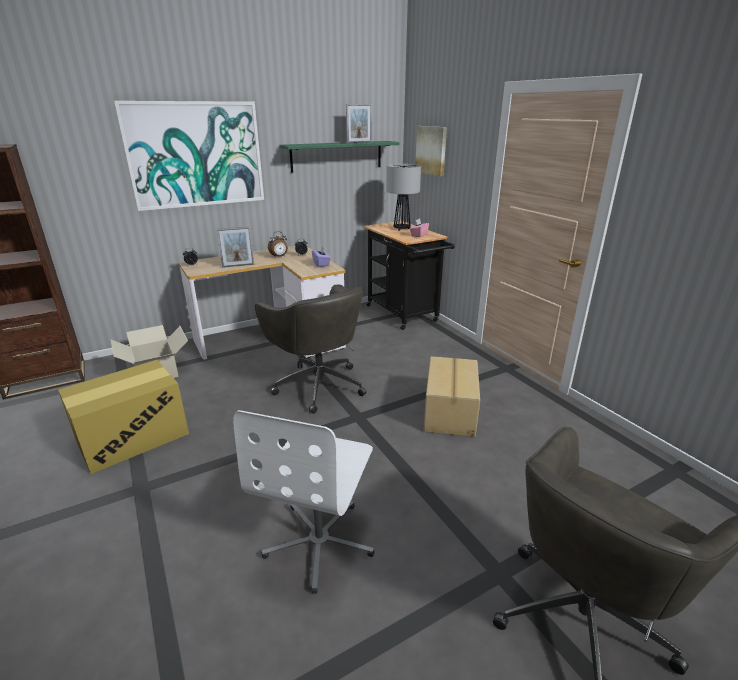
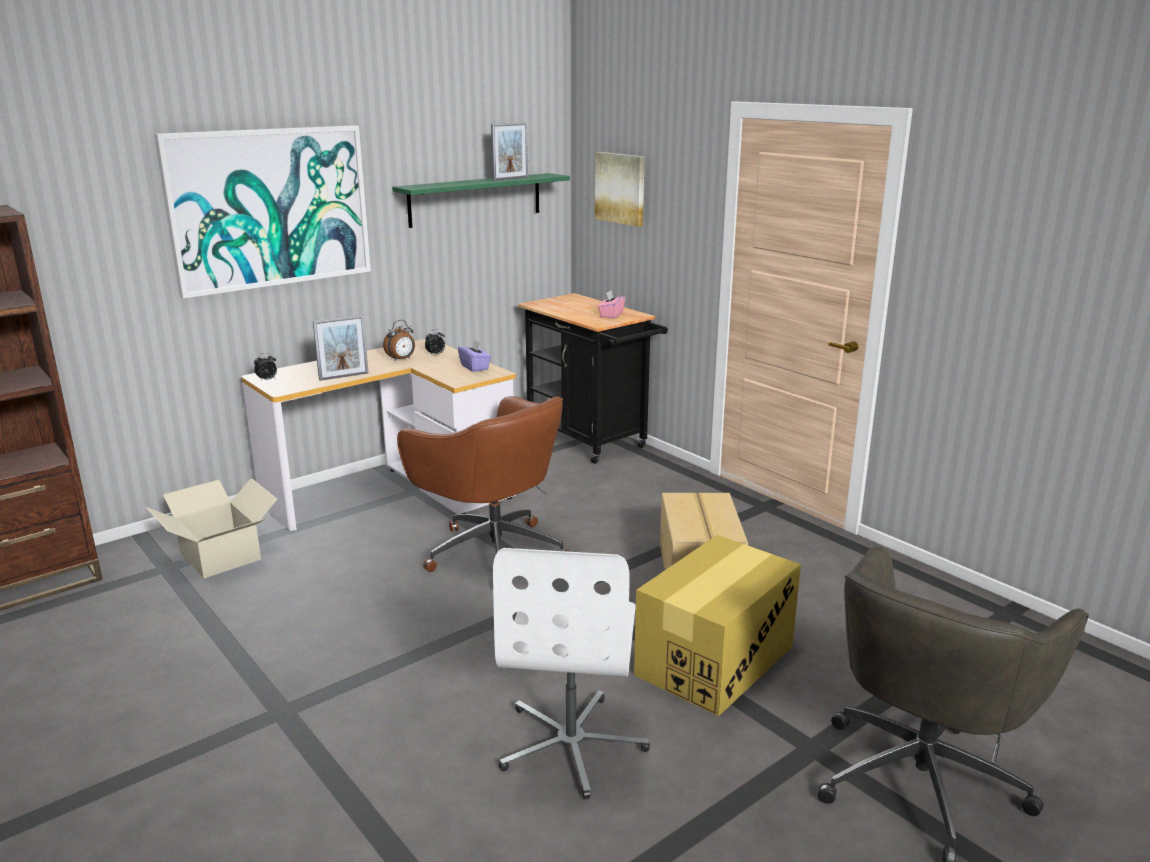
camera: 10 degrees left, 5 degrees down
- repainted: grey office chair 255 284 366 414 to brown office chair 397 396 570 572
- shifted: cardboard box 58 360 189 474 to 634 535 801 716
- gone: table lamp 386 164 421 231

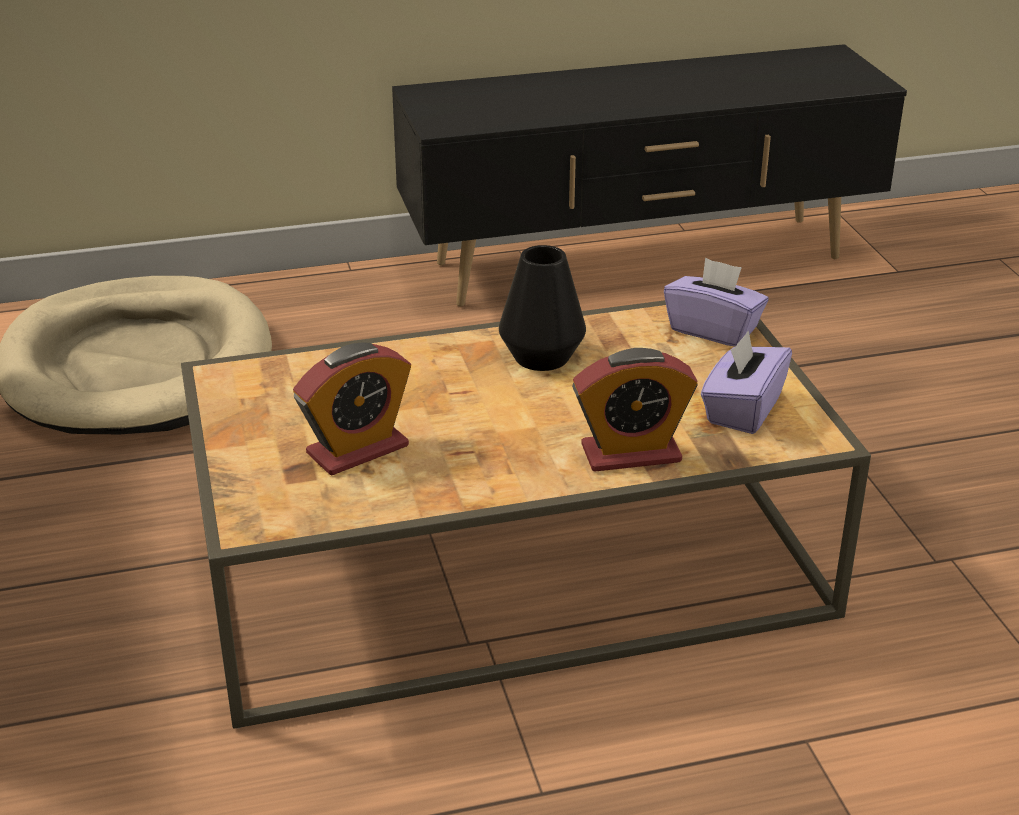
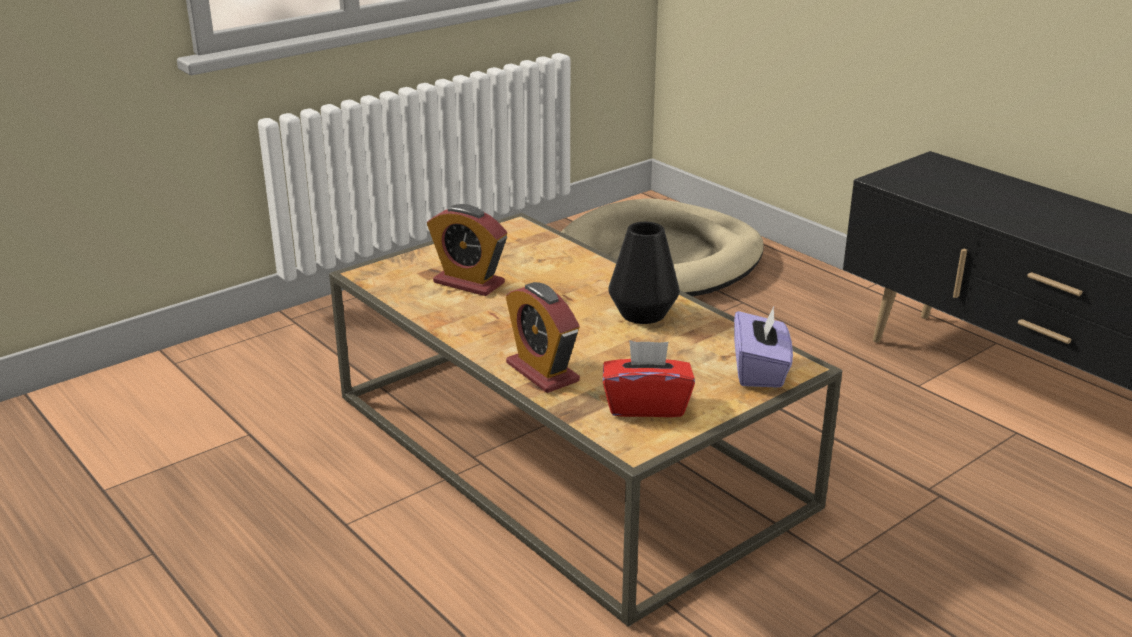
camera: 65 degrees right, 5 degrees down
- repainted: purple tissue box 701 330 792 434 to red tissue box 603 340 695 417

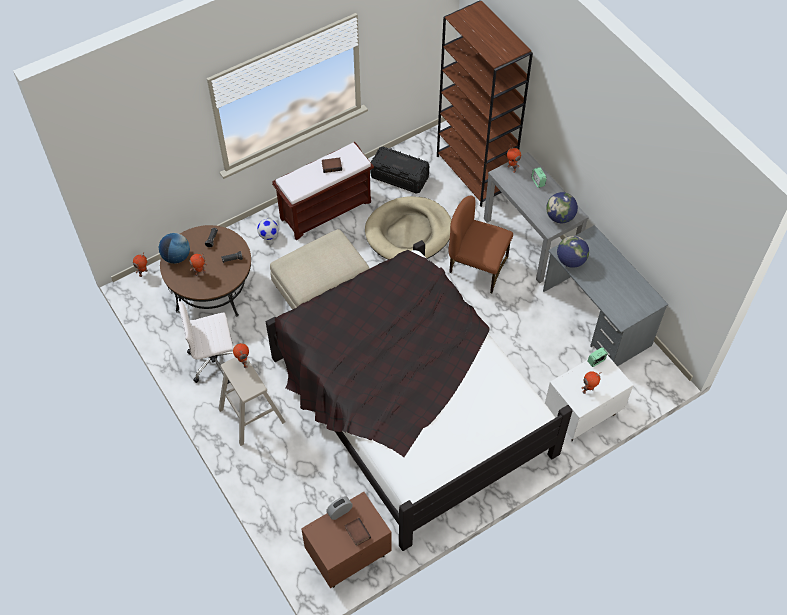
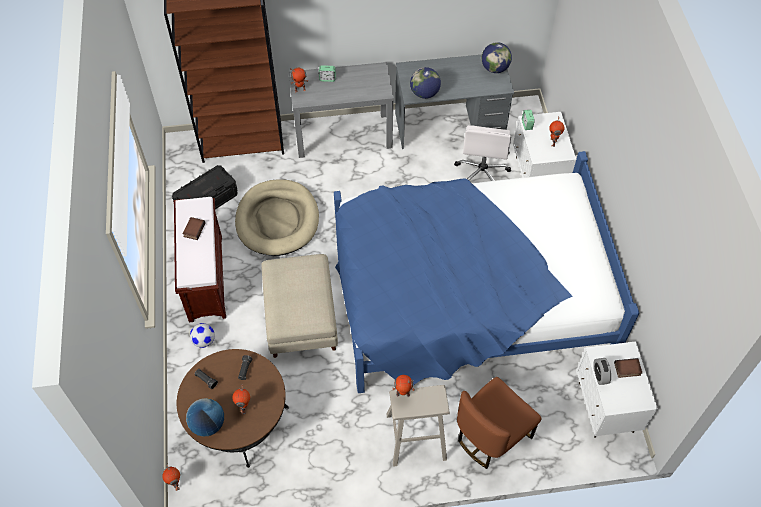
camera: 65 degrees left, 0 degrees up
- repainted: black bed 266 240 573 551 to blue bed 334 151 639 393
- shifted: white office chair 178 301 234 384 to 454 125 511 181
- shifted: brown chair 449 196 513 293 to 457 377 542 469
- shifted: globe 546 192 578 223 to 482 42 512 73
- repainted: brown nightstand 301 492 392 588 to white nightstand 576 341 658 438

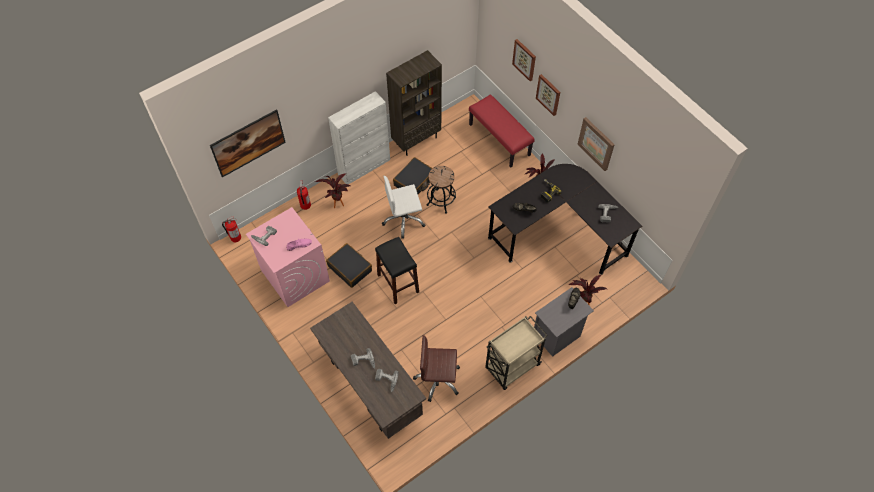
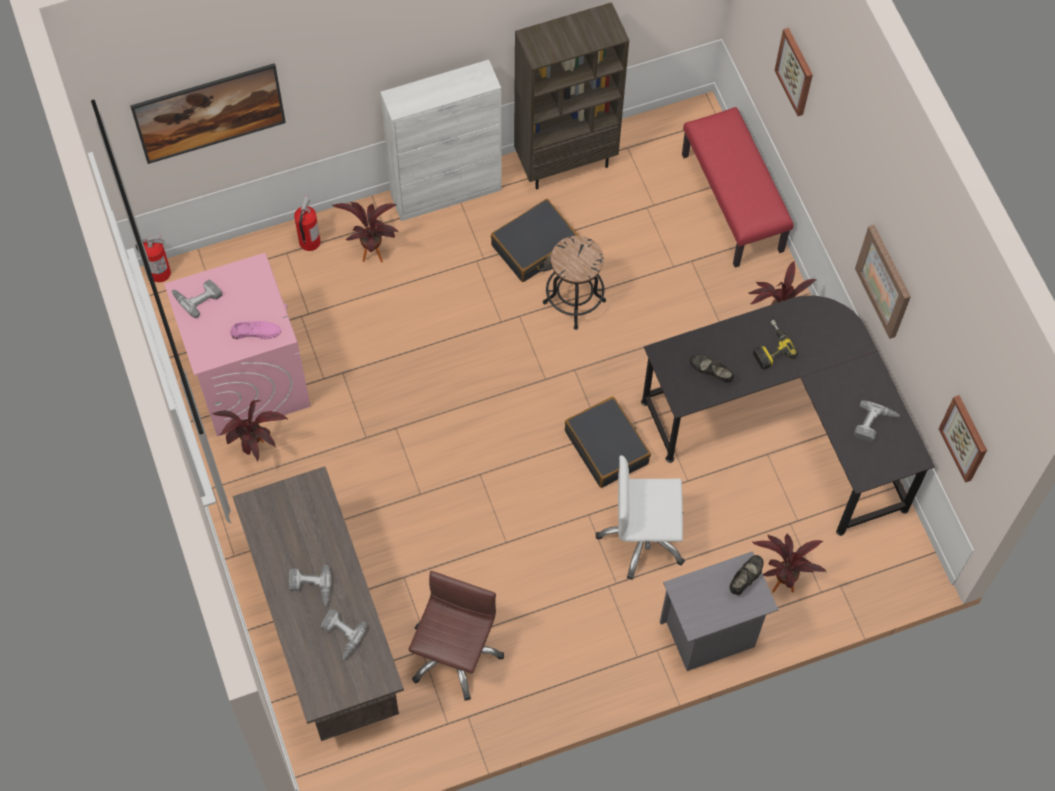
camera: 15 degrees right, 5 degrees up
- new: potted plant 212 400 287 462
- rotated: brown office chair 413 335 460 402 = 409 571 504 701 90 degrees clockwise
- shifted: black suitcase 326 243 372 288 to 565 396 651 488
- shifted: white office chair 382 176 426 238 to 596 455 685 580
- shifted: picture 536 74 560 116 to 939 395 987 483
- gone: black stool 375 237 419 304
- gone: beige cart 485 316 548 390

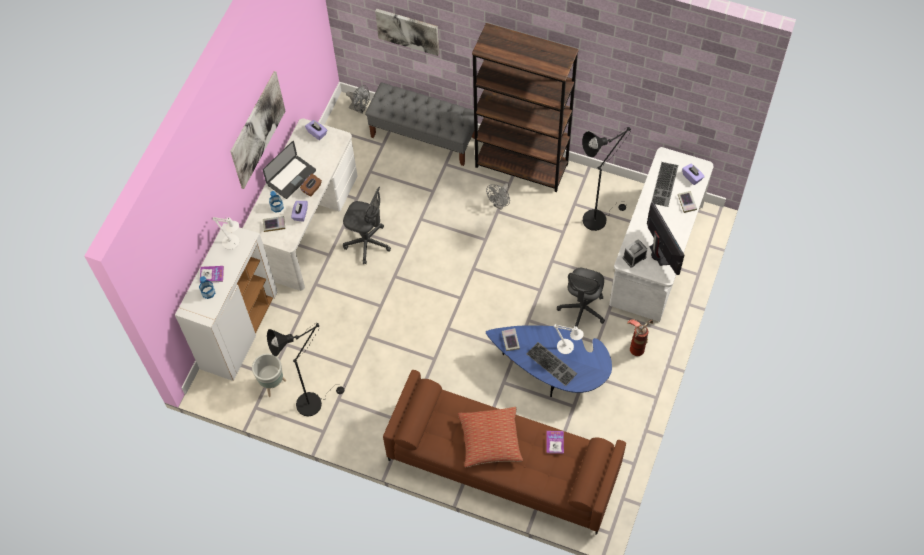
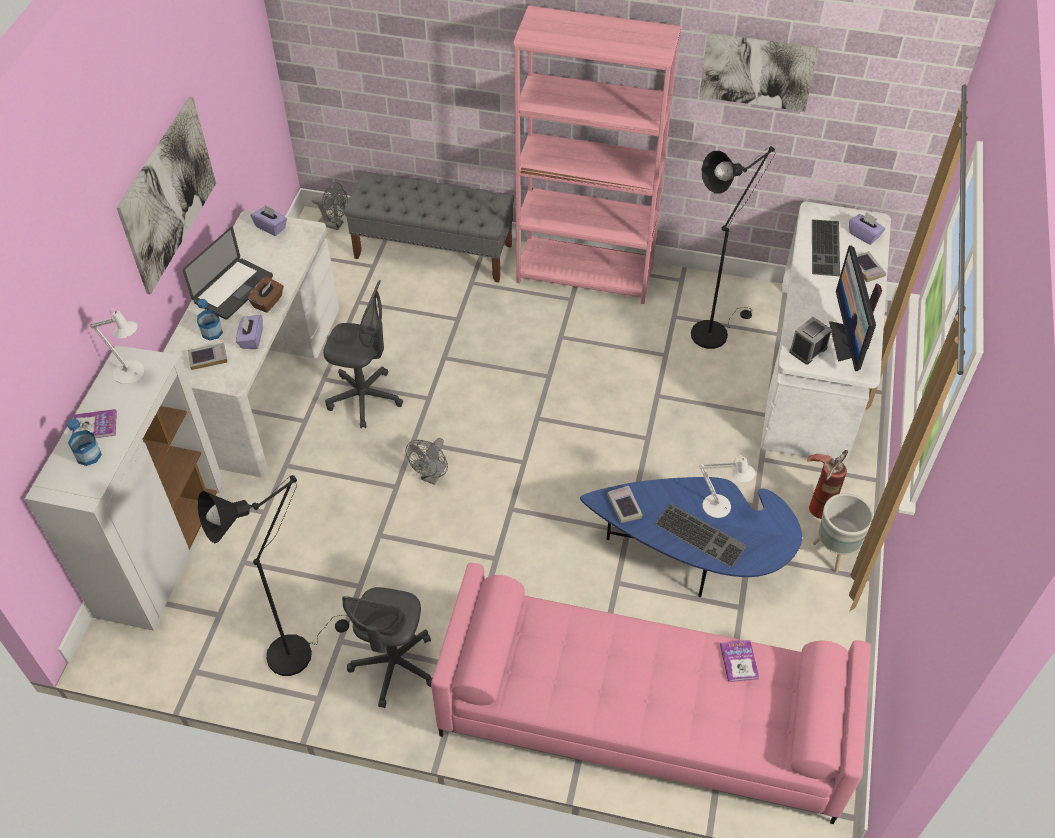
camera: 10 degrees left, 10 degrees down
- shifted: grey office chair 557 268 605 327 to 342 587 432 708
- shifted: grey fan 486 183 510 210 to 406 438 448 485
- repainted: brown sofa 383 370 626 535 to pink sofa 431 563 871 824
- repainted: brown bookcase 472 23 579 192 to pink bookcase 513 6 681 304
- shifted: picture 375 9 439 56 to 699 33 819 112
- shifted: grey planter 252 353 286 397 to 813 493 874 573
- rotated: monitor 647 202 684 275 = 829 245 882 371 150 degrees counterclockwise
- gone: pillow 458 407 523 467

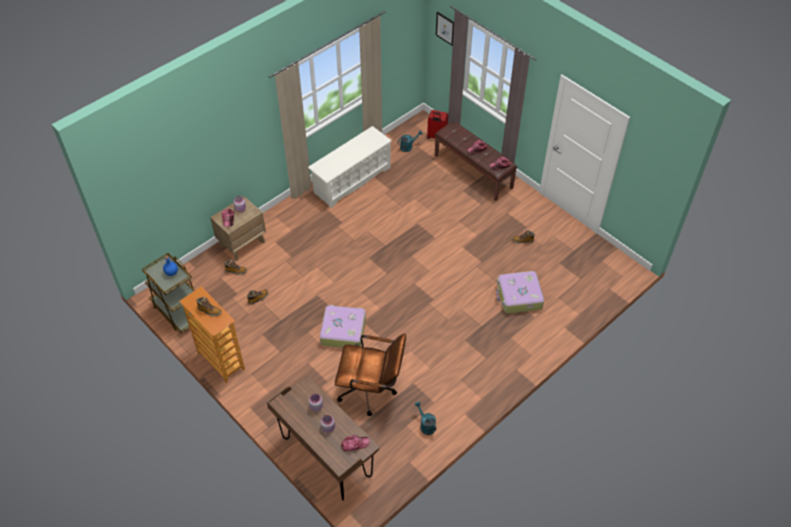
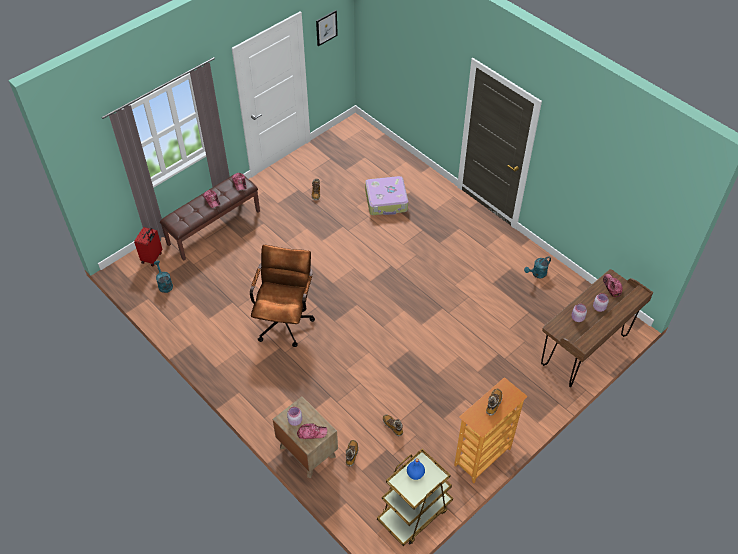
camera: 90 degrees left, 0 degrees up
- shifted: brown office chair 335 333 406 416 to 250 245 315 347
- shifted: picture 436 12 454 46 to 316 10 338 46
- gone: white shoe rack 308 126 392 208
- gone: suitcase 320 305 366 348

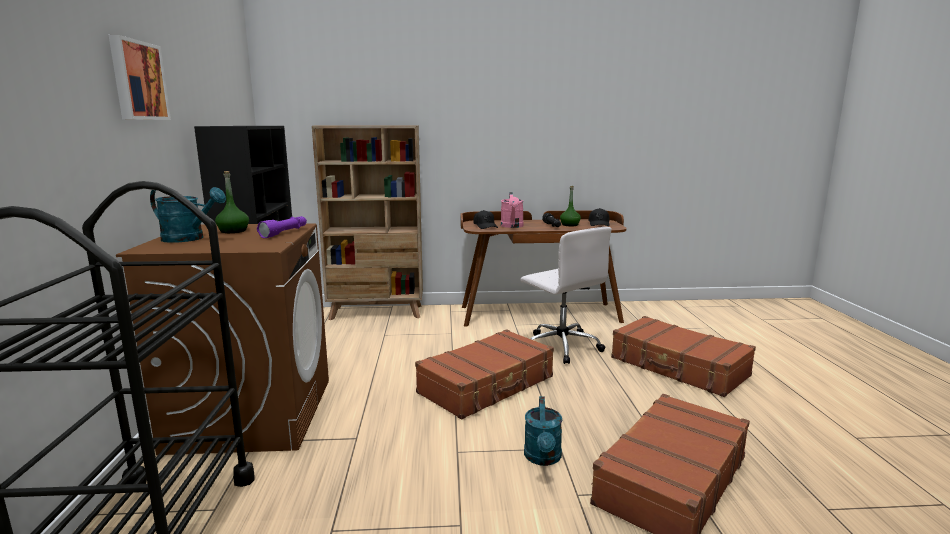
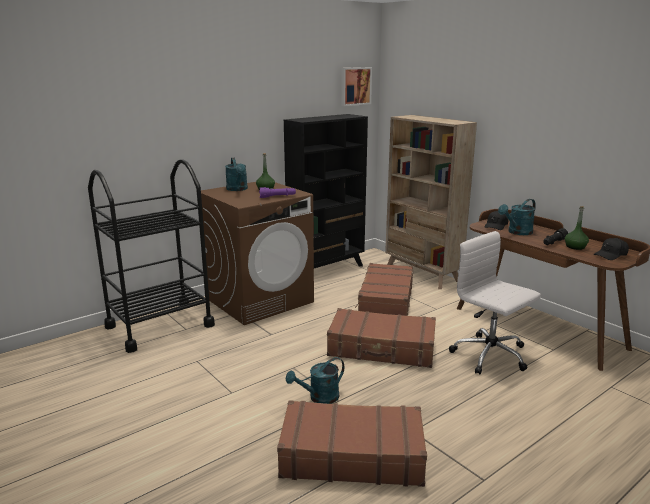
camera: 55 degrees right, 5 degrees up
- shifted: picture 109 35 171 120 to 341 67 372 106
- shifted: brown suitcase 611 316 756 397 to 355 263 413 316
- rotated: white office chair 520 227 612 364 = 449 231 541 374 120 degrees clockwise
- repainted: pink watering can 501 192 524 228 to turquoise watering can 498 199 536 235

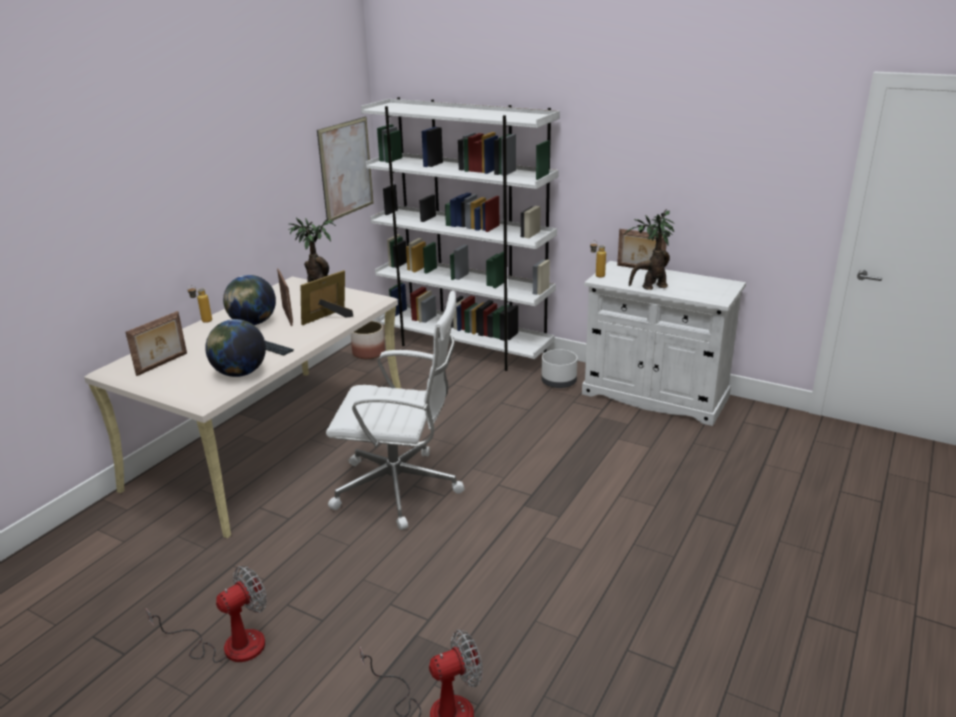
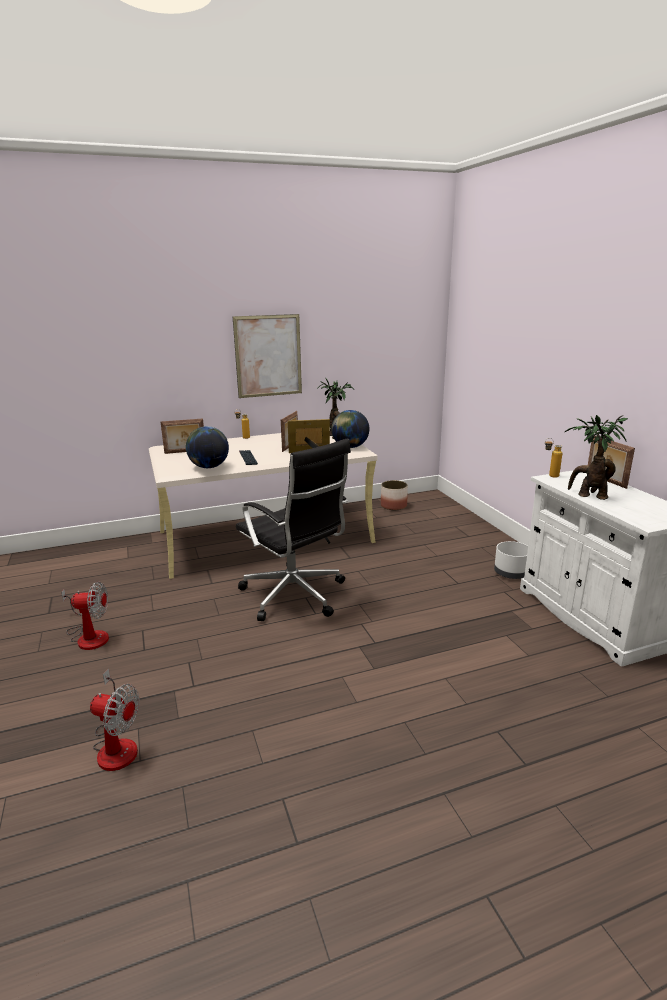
camera: 40 degrees right, 5 degrees down
- shifted: picture 317 117 374 221 to 233 314 302 398
- repainted: white office chair 326 291 464 530 to black office chair 236 438 351 621
- shifted: globe 223 275 276 325 to 331 410 369 448
- gone: white bookcase 361 97 560 371

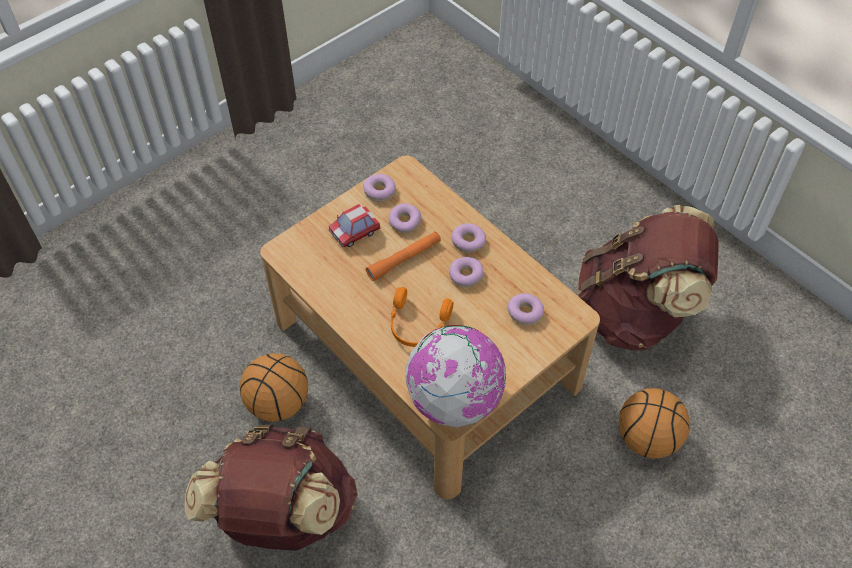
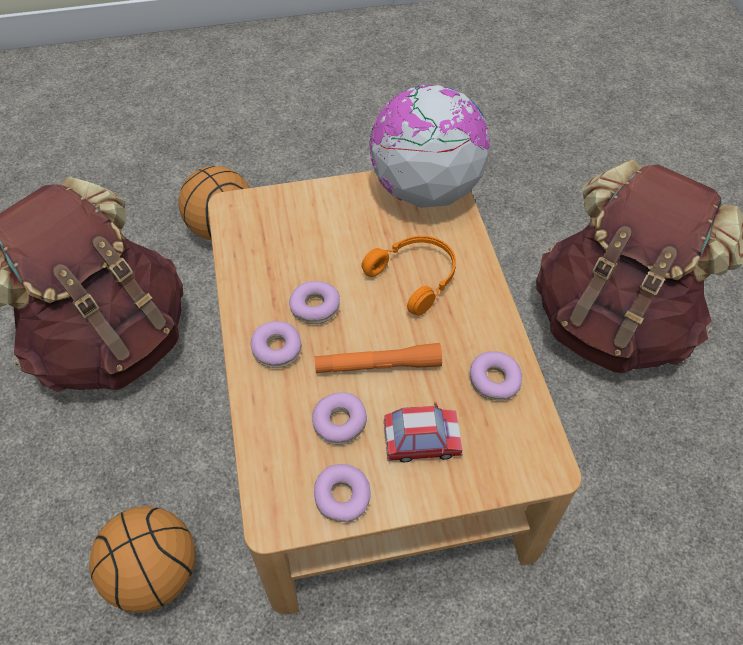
camera: 150 degrees left, 0 degrees up
- shifted: basketball 240 353 308 422 to 89 506 195 613
- shifted: donut 507 293 544 325 to 470 351 522 400

